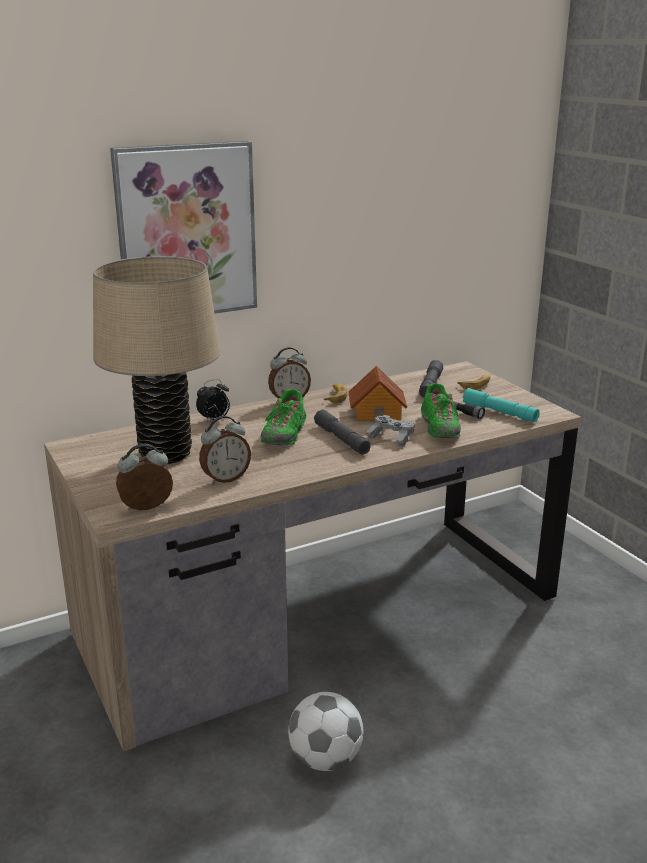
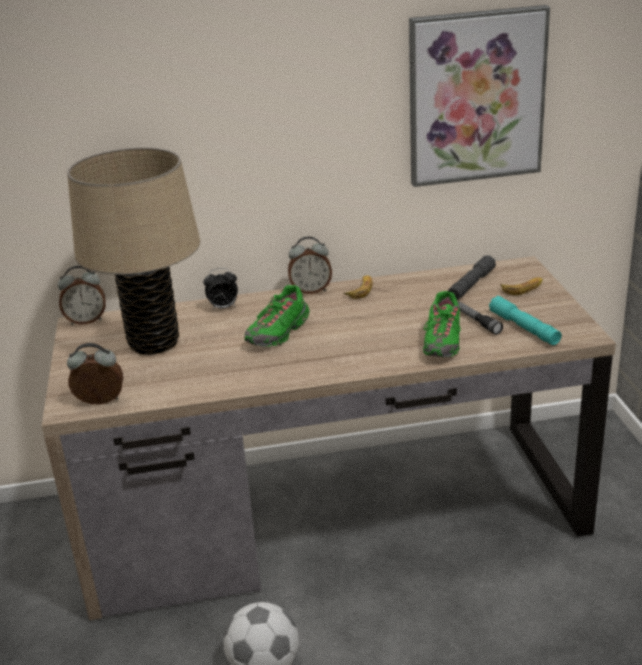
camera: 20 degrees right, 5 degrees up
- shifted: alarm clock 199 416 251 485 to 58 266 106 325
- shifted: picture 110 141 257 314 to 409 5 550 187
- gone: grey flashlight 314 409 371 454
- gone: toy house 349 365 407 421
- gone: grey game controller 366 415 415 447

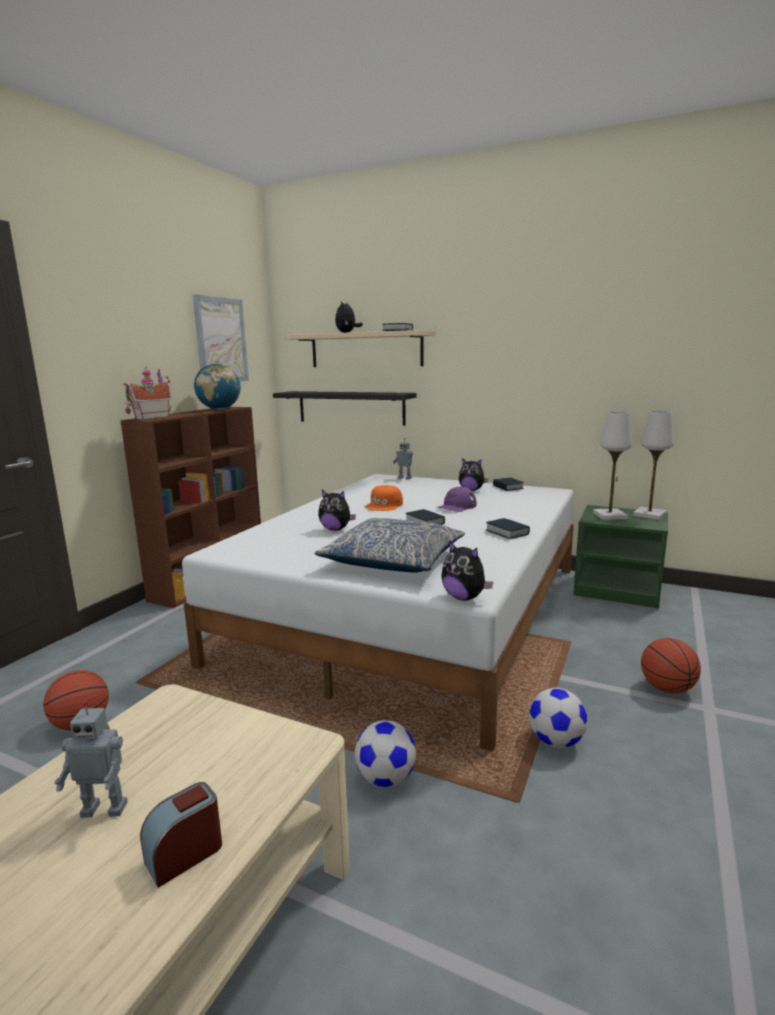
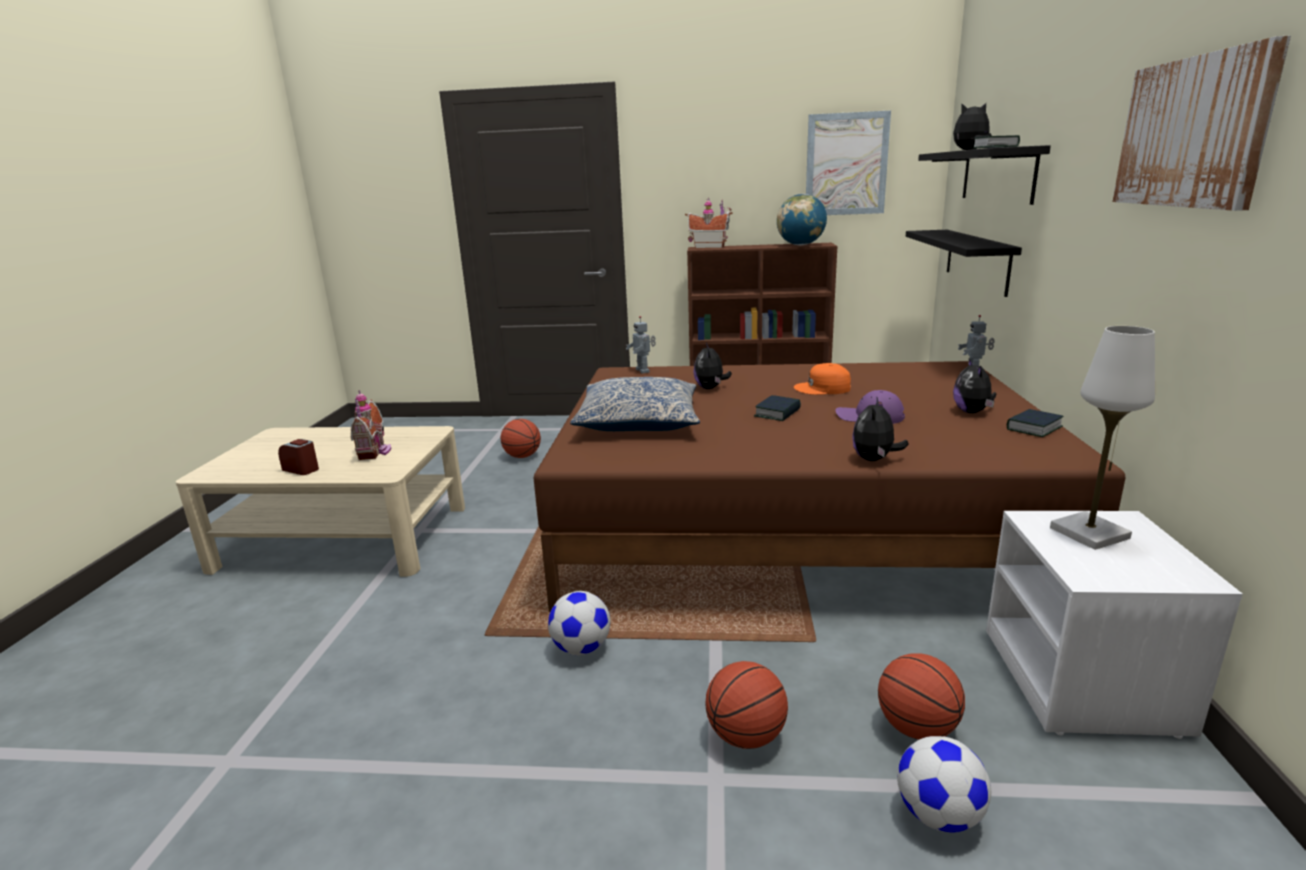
camera: 70 degrees right, 5 degrees up
- new: toy house 351 390 391 460
- repainted: white bed 182 474 574 751 to brown bed 533 361 1125 612
- shifted: toy robot 55 700 128 818 to 626 316 656 374
- shifted: plush toy 442 541 493 601 to 852 398 908 461
- new: basketball 878 653 965 740
- shifted: football 355 720 416 787 to 897 736 991 833
- repainted: beige shelf 285 330 435 367 to black shelf 918 145 1051 205
- repainted: green nightstand 573 505 668 608 to white nightstand 986 511 1243 739
- new: picture 1113 35 1291 211
- gone: book 486 518 530 539
- gone: white table lamp 633 411 674 520

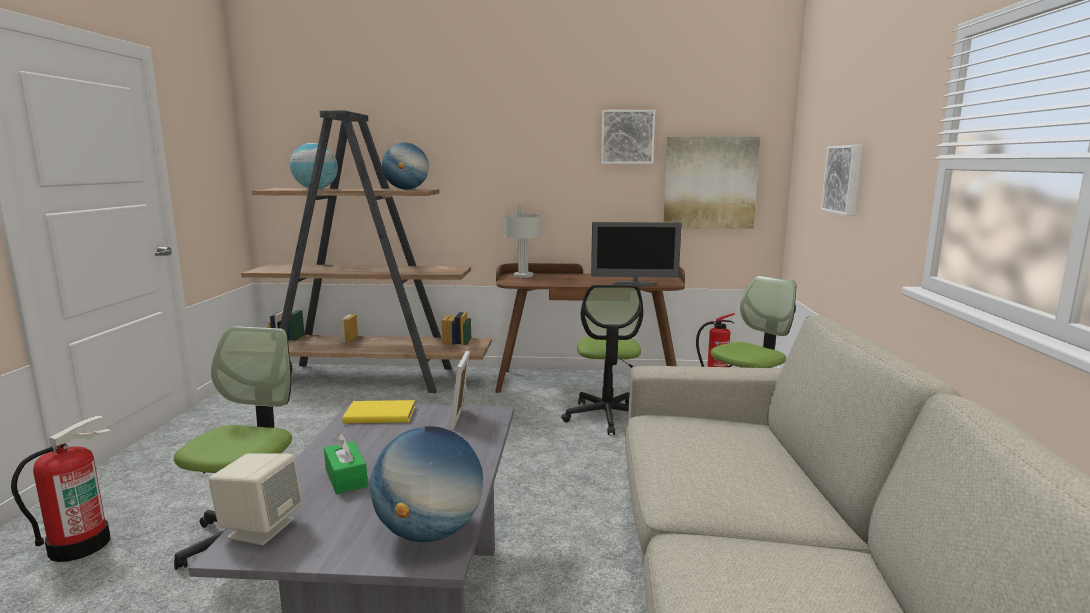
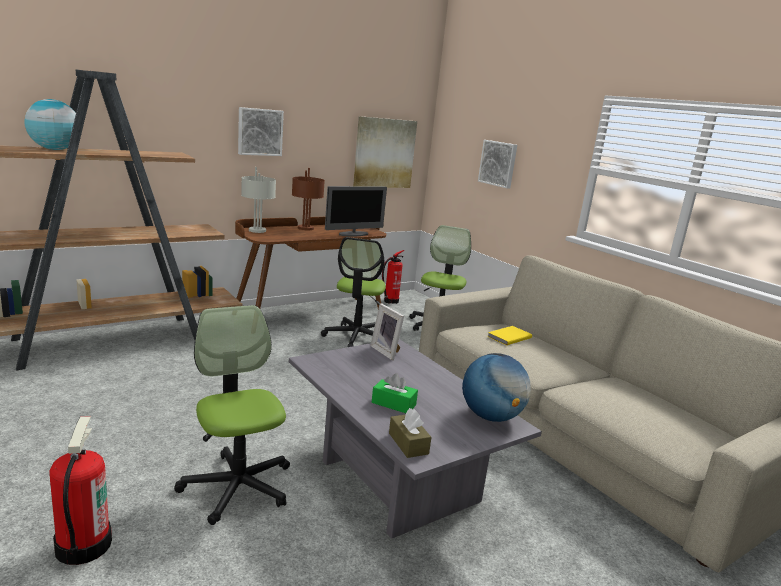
camera: 40 degrees left, 5 degrees up
- shifted: picture 601 110 655 164 to 238 107 284 156
- new: brown table lamp 292 168 325 230
- rotated: office chair 561 285 644 435 = 321 237 386 347 45 degrees clockwise
- swapped: beige speaker 209 454 302 545 to brown tissue box 389 408 431 458
- shifted: yellow book 342 400 415 423 to 487 326 532 346
- gone: globe 382 143 429 190

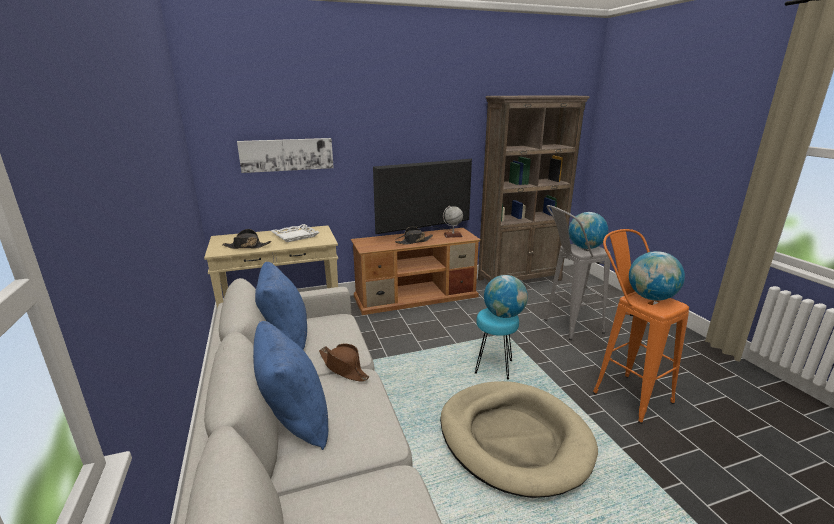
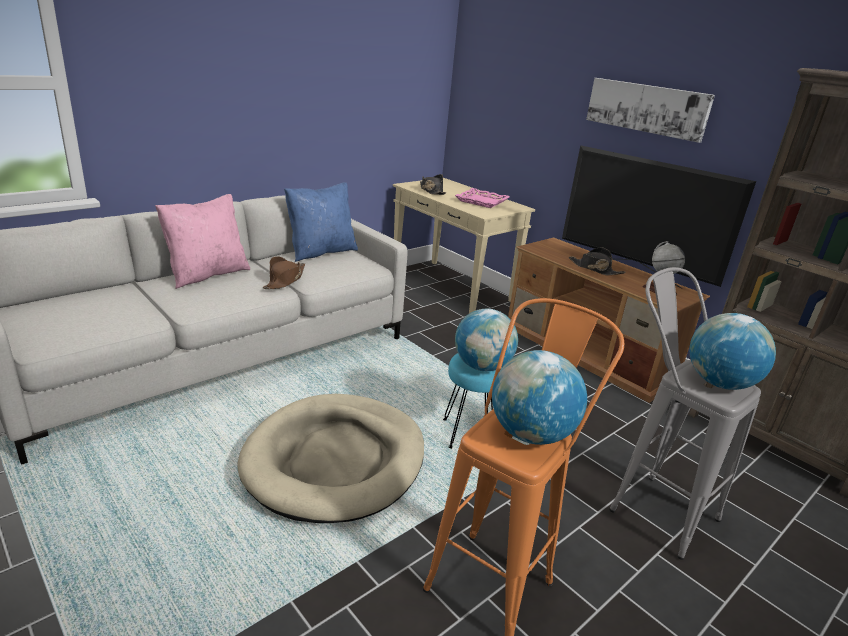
camera: 65 degrees right, 5 degrees up
- repainted: blue pillow 253 321 328 450 to pink pillow 155 194 250 289
- repainted: white tray 271 224 320 242 to pink tray 455 188 510 208
- shifted: picture 237 138 334 173 to 586 78 715 143

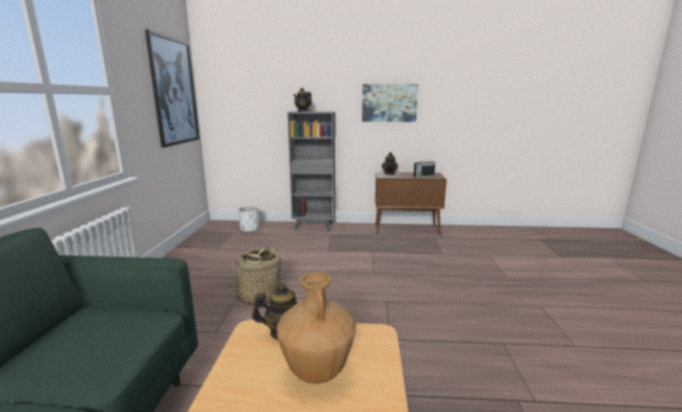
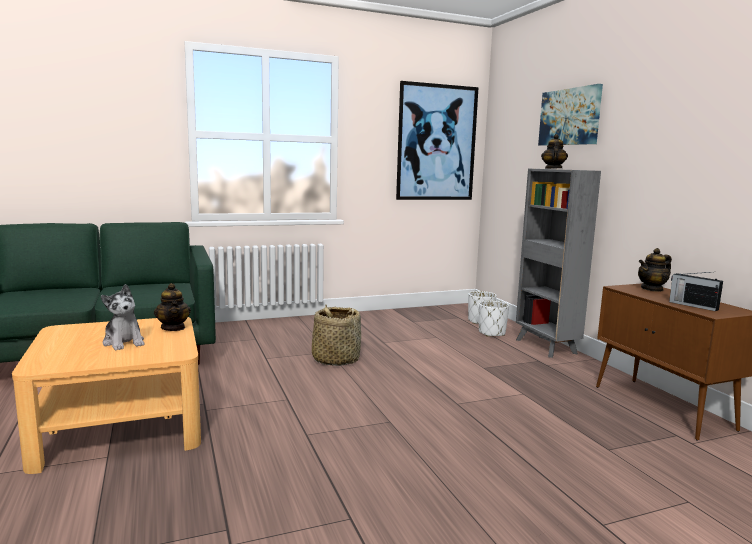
camera: 65 degrees right, 5 degrees down
- swapped: brown vase 276 272 356 384 to plush toy 101 284 144 350
- new: white planter 479 300 509 336
- shifted: picture 362 84 418 122 to 538 84 603 146

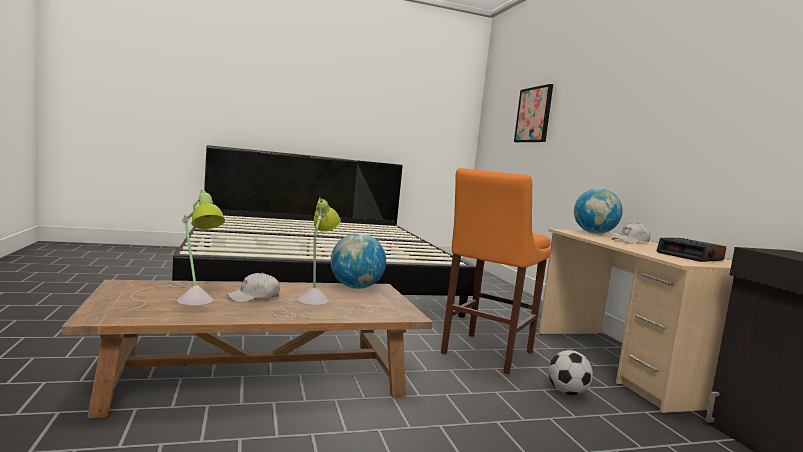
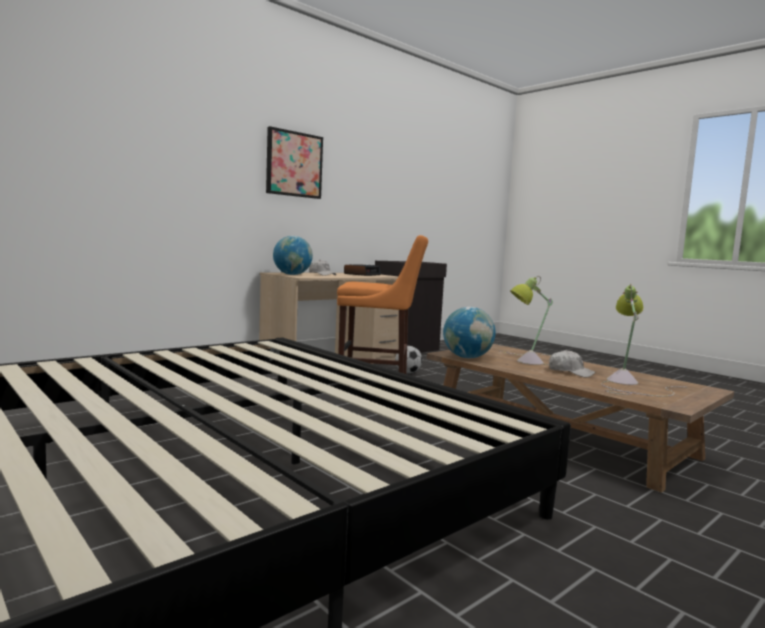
camera: 115 degrees left, 0 degrees up
- shifted: picture 514 84 553 142 to 266 126 323 199

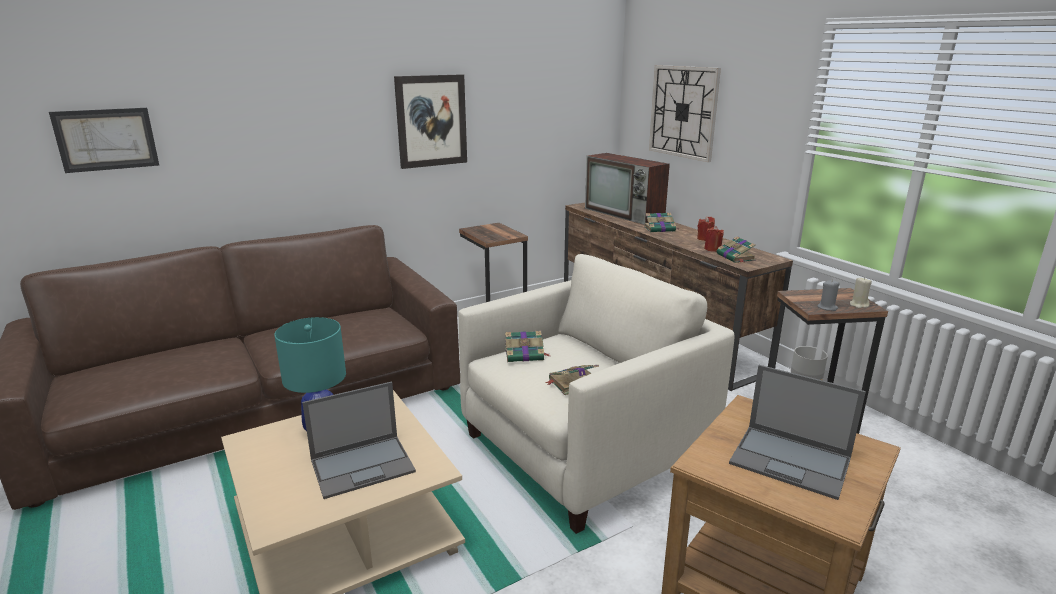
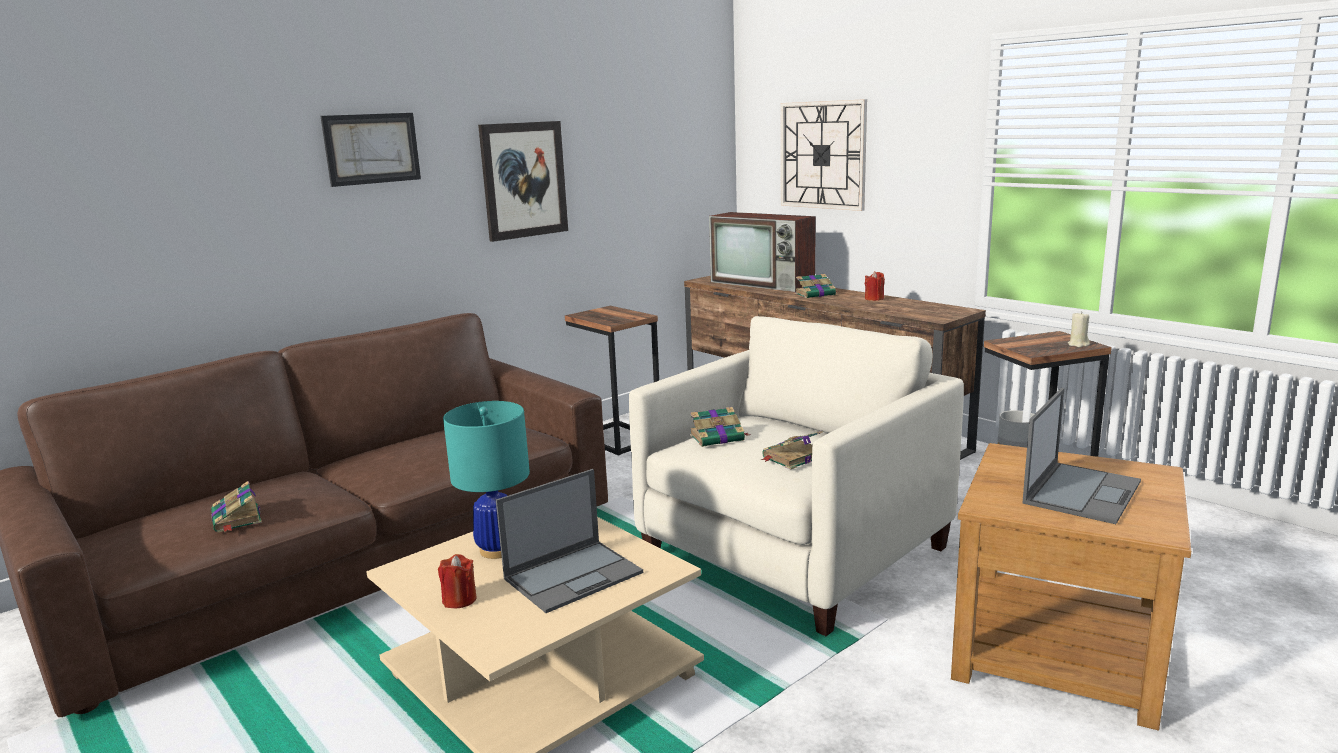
camera: 10 degrees left, 5 degrees down
- shifted: book 716 236 756 263 to 211 481 262 533
- shifted: picture 49 108 159 173 to 320 113 421 187
- shifted: red candle 704 226 724 252 to 438 554 476 608
- rotated: laptop 729 365 866 500 = 1022 388 1141 524 75 degrees counterclockwise
- gone: grey candle 817 280 839 311

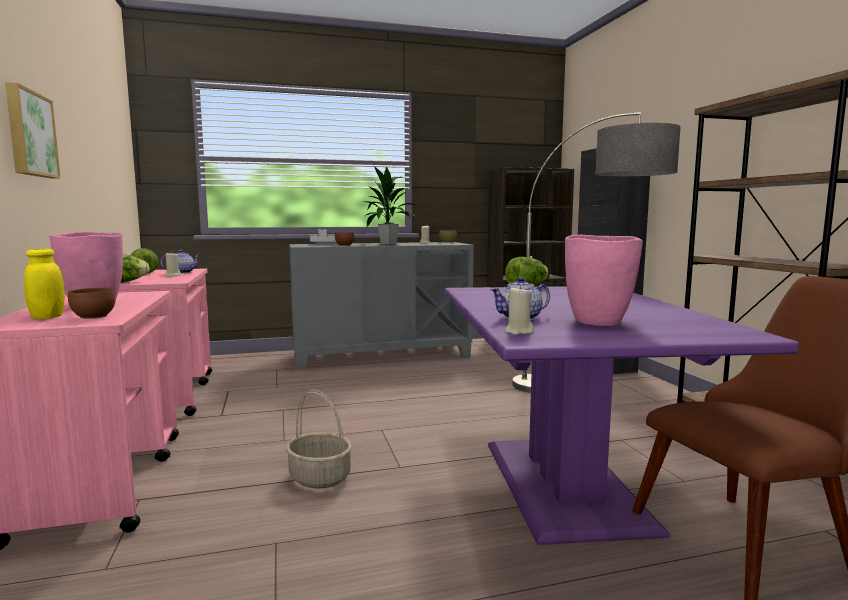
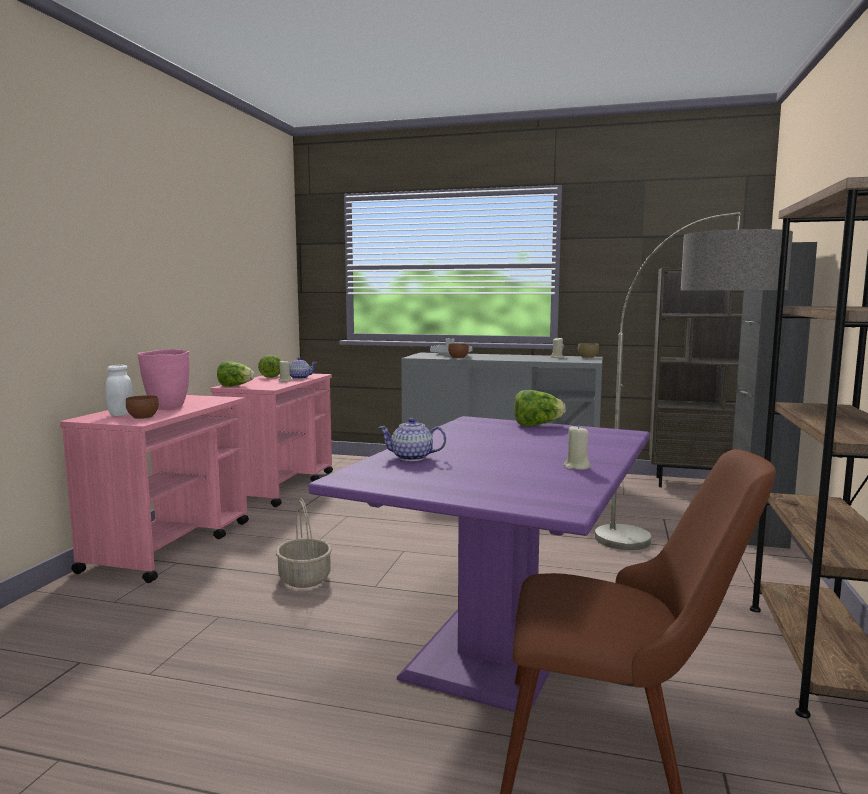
camera: 30 degrees right, 0 degrees up
- repainted: yellow jar 24 248 65 319 to white jar 105 365 134 416
- shifted: beige candle 505 285 534 335 to 564 425 590 470
- gone: picture 5 82 61 179
- gone: potted plant 364 166 415 245
- gone: pink vase 565 235 643 326

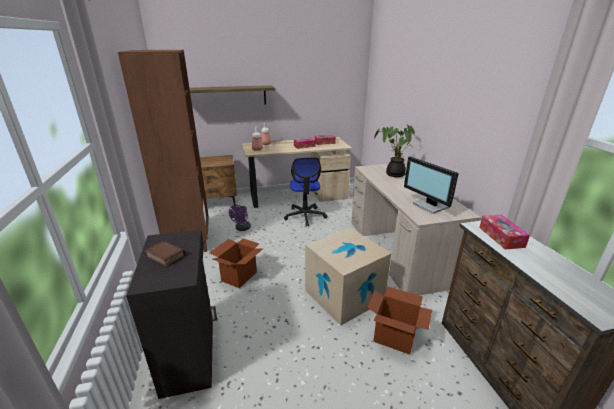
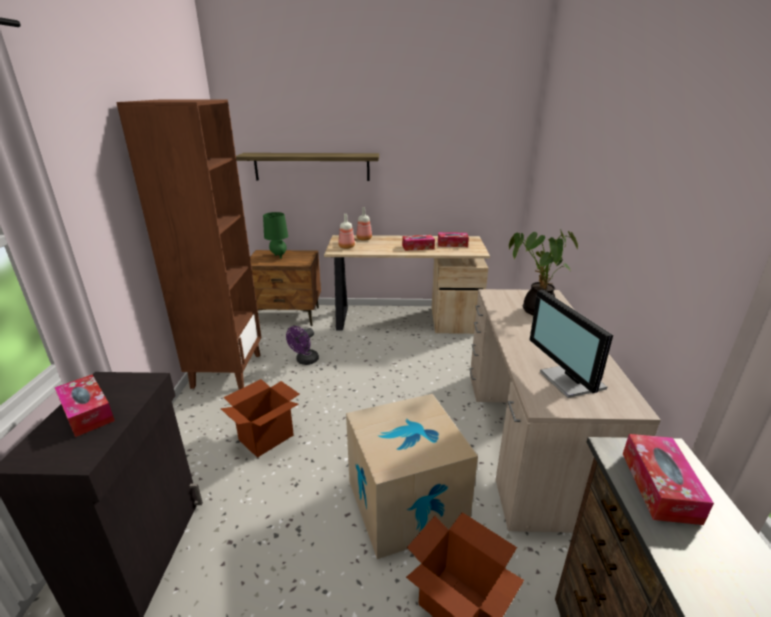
camera: 15 degrees right, 0 degrees up
- swapped: book 145 240 185 267 to tissue box 55 375 115 437
- new: green table lamp 263 212 288 259
- gone: office chair 284 158 327 226

